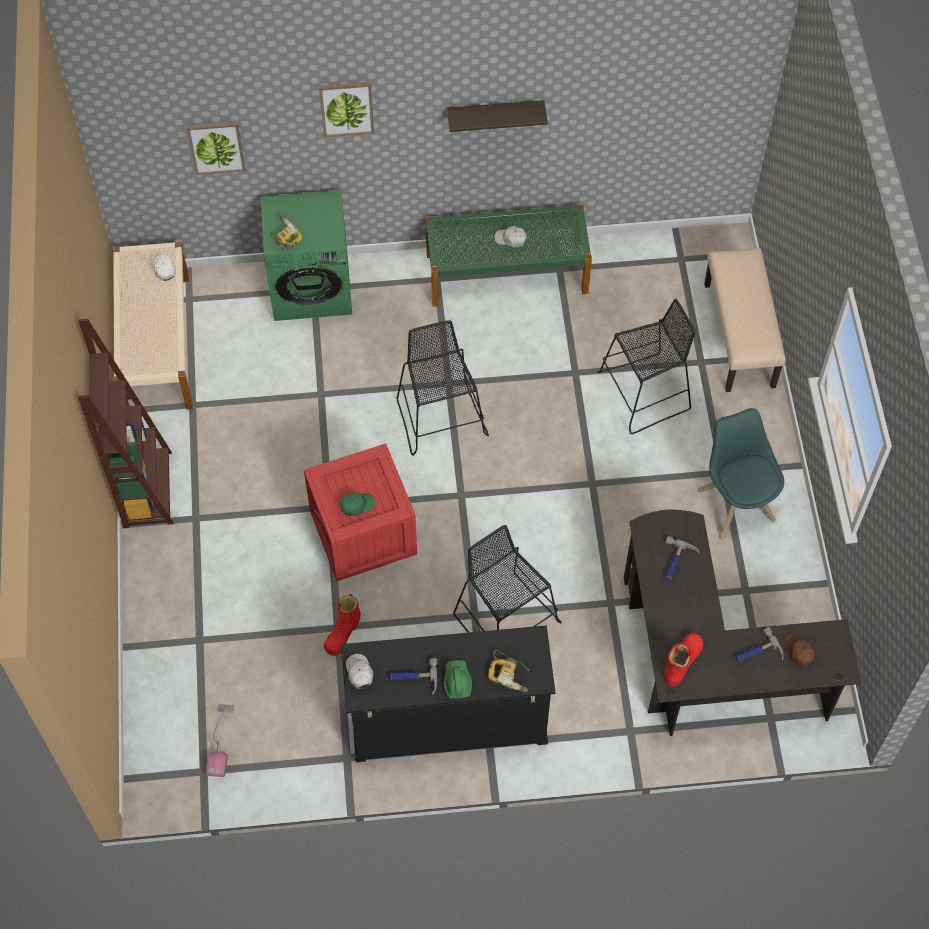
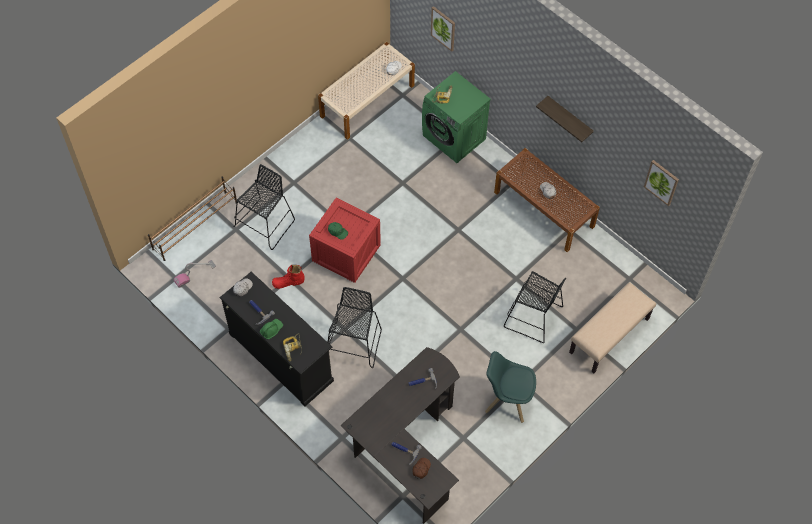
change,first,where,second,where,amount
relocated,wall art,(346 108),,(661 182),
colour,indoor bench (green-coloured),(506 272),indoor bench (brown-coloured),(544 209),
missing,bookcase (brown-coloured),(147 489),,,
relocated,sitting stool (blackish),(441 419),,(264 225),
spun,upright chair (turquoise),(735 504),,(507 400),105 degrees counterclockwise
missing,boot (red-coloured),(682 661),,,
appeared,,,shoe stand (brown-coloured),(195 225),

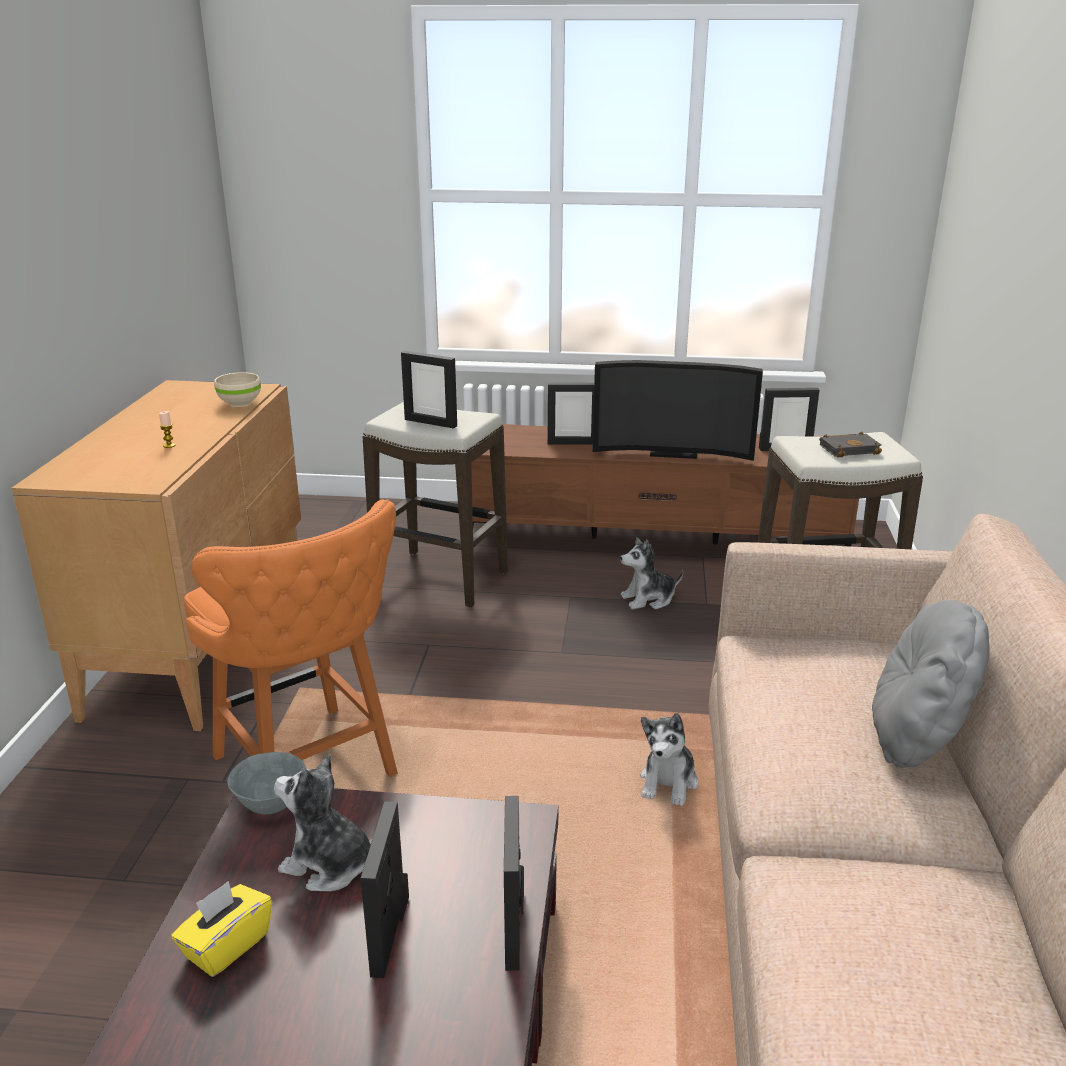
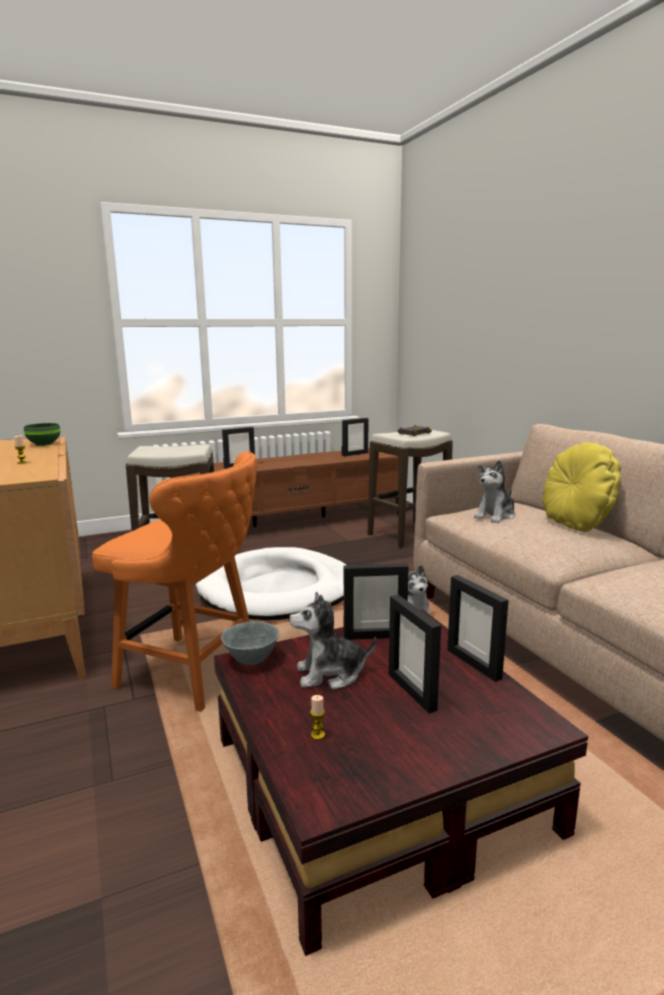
change,first,where,second,where,amount
relocated,picture frame,(431 422),,(374 635),
missing,TV set,(672 452),,,
colour,bowl (sand-coloured),(240 403),bowl (green-coloured),(44 444),
relocated,plush toy,(648 599),,(495 516),
colour,cushion (greyish),(915 744),cushion (yellowish),(576 525),
exchanged,tissue holder (yellowish),(226 945),wax candle,(317 735),
appeared,,,dog bed (whitish),(278 590),

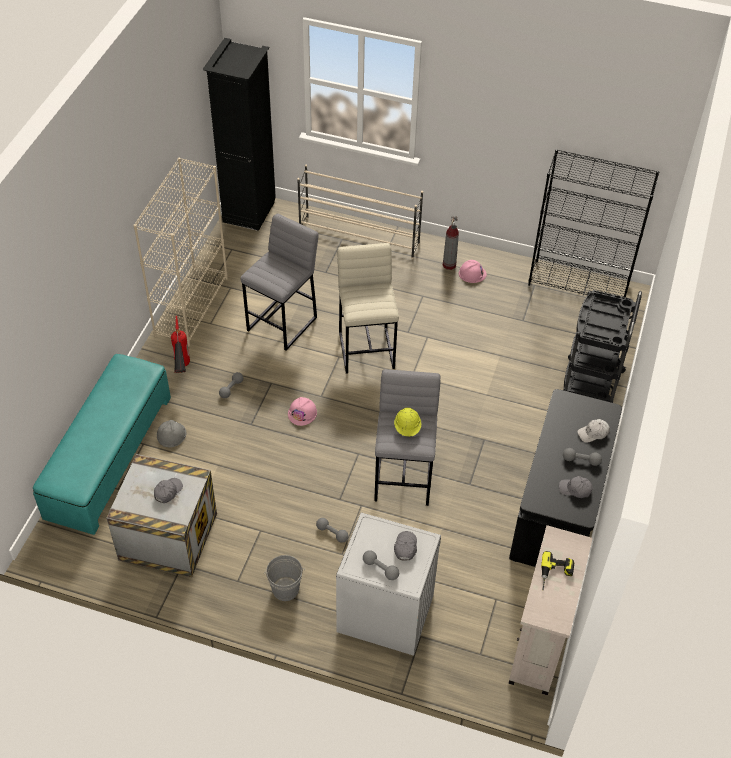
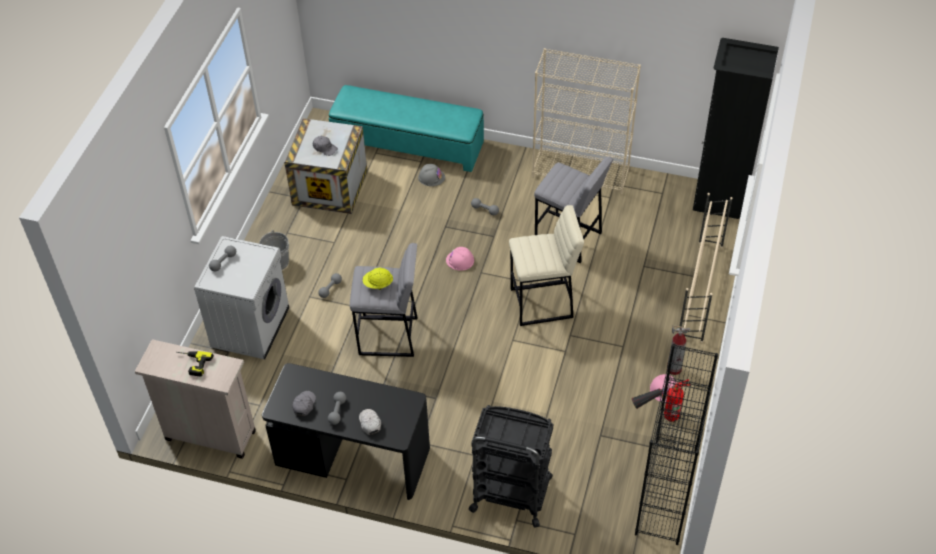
change,first,where,second,where,amount
relocated,fire extinguisher,(182 372),,(657 417),
missing,cap (greyish),(405 547),,,

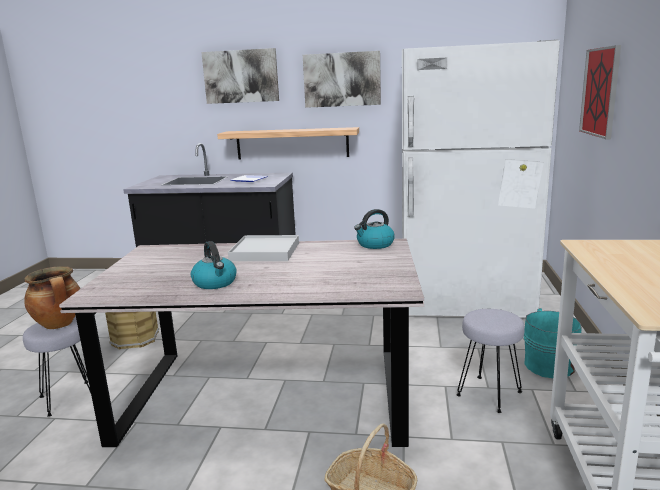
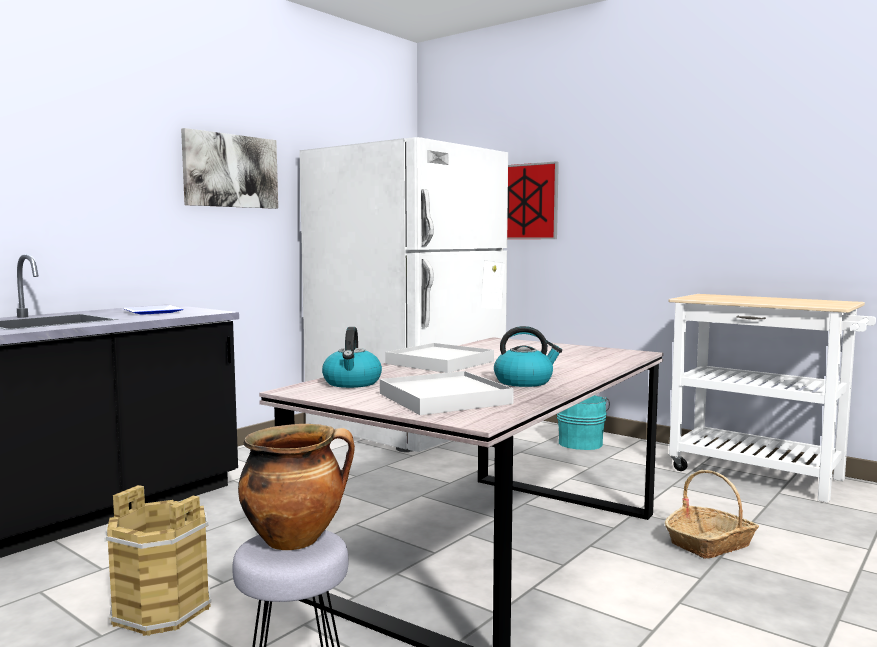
change,first,where,second,where,amount
missing,wall art,(241 76),,,
missing,bracket shelf,(292 143),,,
relocated,kettle,(375 244),,(352 383),
missing,sitting stool (greyish),(489 394),,,
appeared,,,carrying tray (whitish),(444 399),

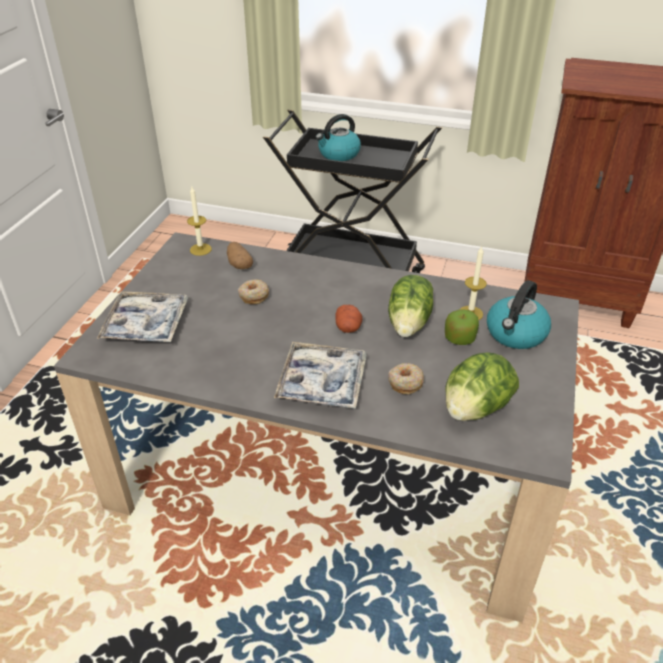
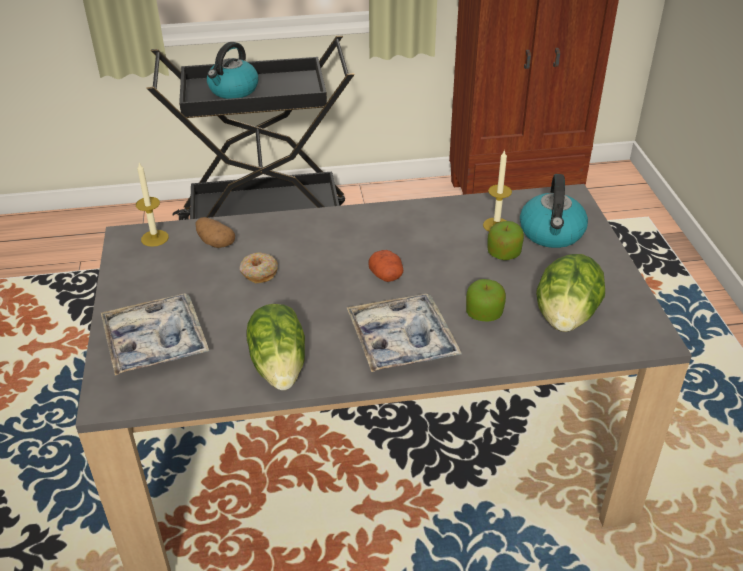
change,first,where,second,where,amount
relocated,lettuce,(410 323),,(280 365),
exchanged,doughnut,(405 383),apple fruit,(484 314),

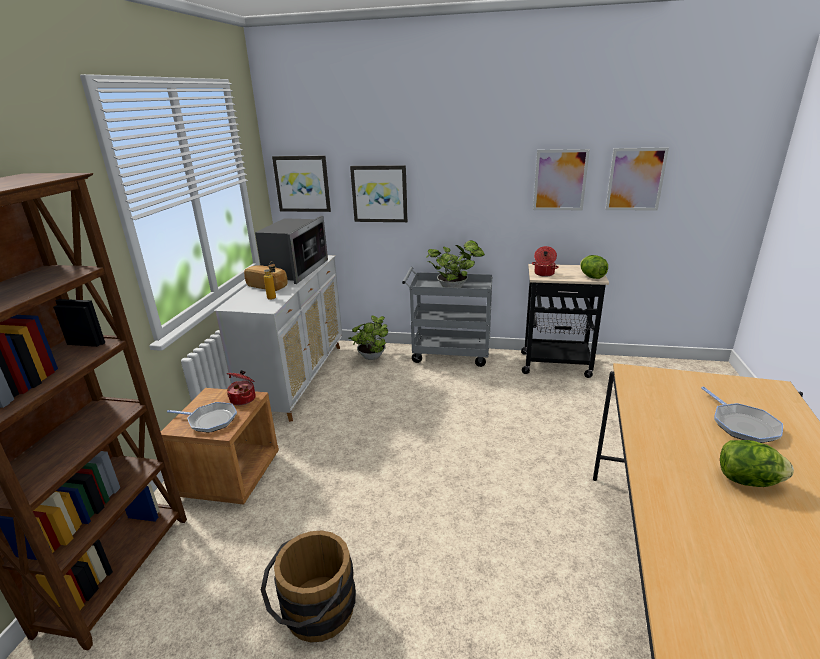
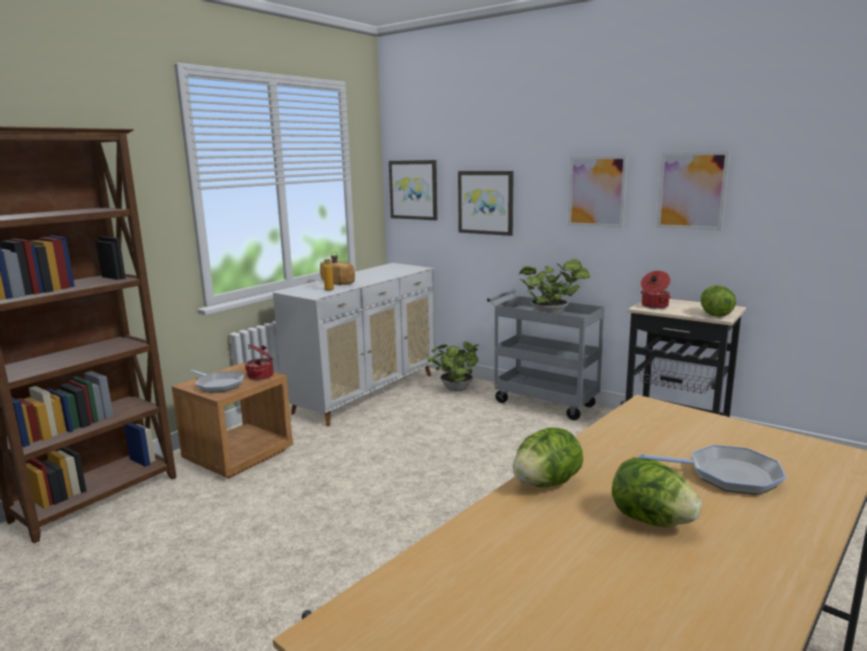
change,first,where,second,where,amount
relocated,wall art,(635 179),,(596 191),
missing,microwave oven,(295 270),,,
spun,pan,(742 425),,(728 475),90 degrees counterclockwise
missing,water bucket (brown-coloured),(314 615),,,
appeared,,,lettuce,(546 483),

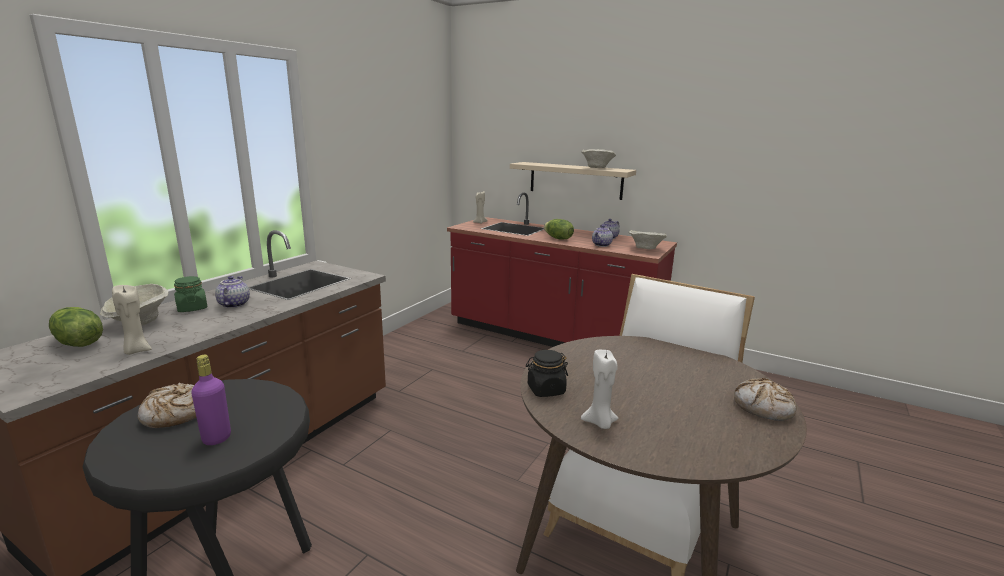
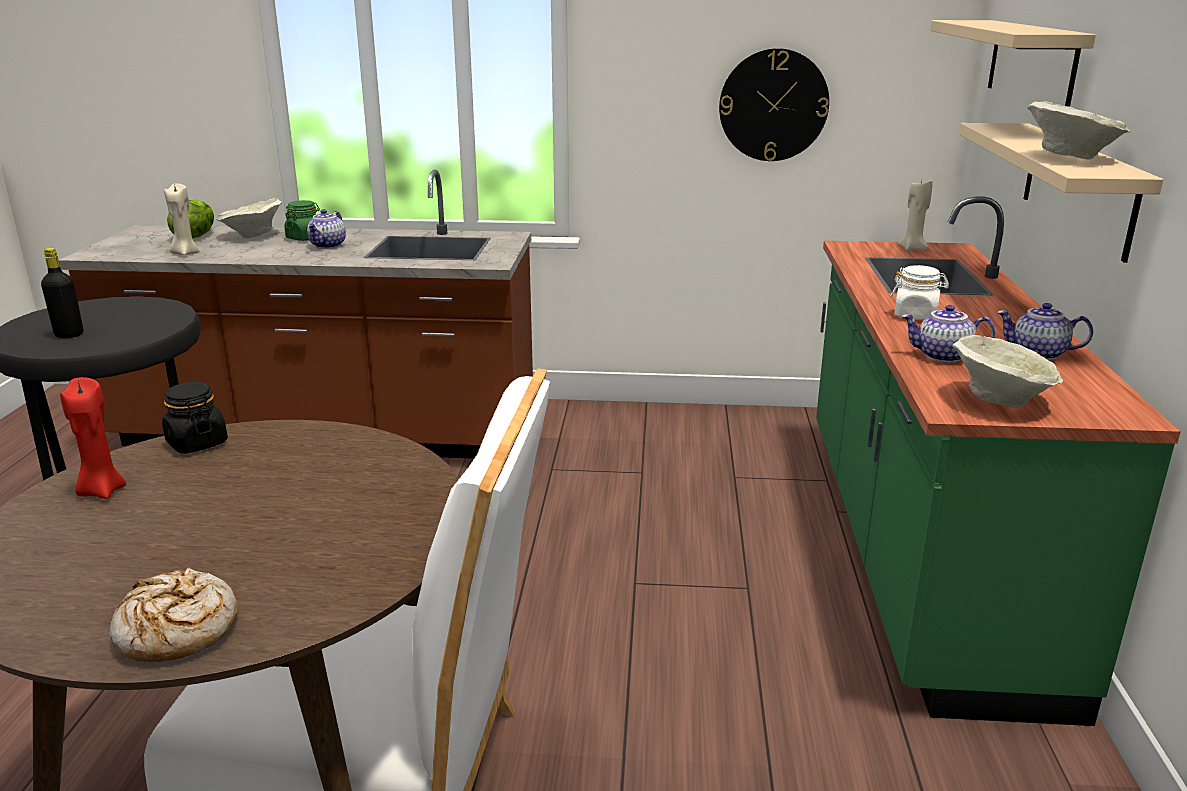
change,first,where,second,where,amount
colour,counter (red-coloured),(551 337),counter (green-coloured),(917 549),
exchanged,lettuce,(558 238),storage jar (whitish),(915 315),
spun,teapot,(233 304),,(328 246),135 degrees clockwise
colour,wax candle (whitish),(600 423),wax candle (red-coloured),(101 491),
colour,drink bottle (purple-coloured),(216 438),drink bottle (blackish),(69 335),
missing,baked bread,(175 414),,,
appeared,,,bracket shelf (sand-coloured),(1031 63),
appeared,,,clock on the wall,(773 105),

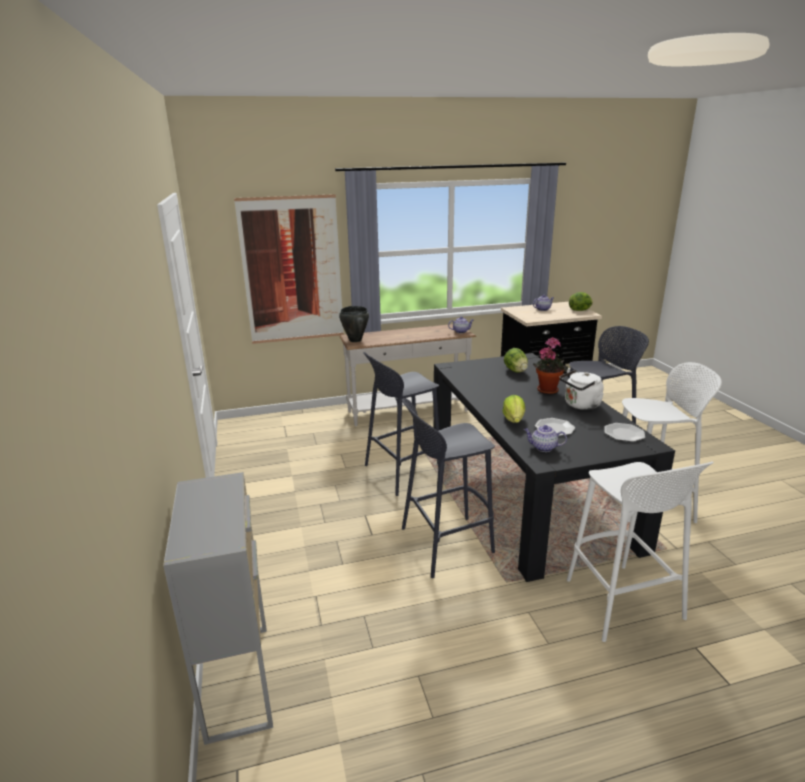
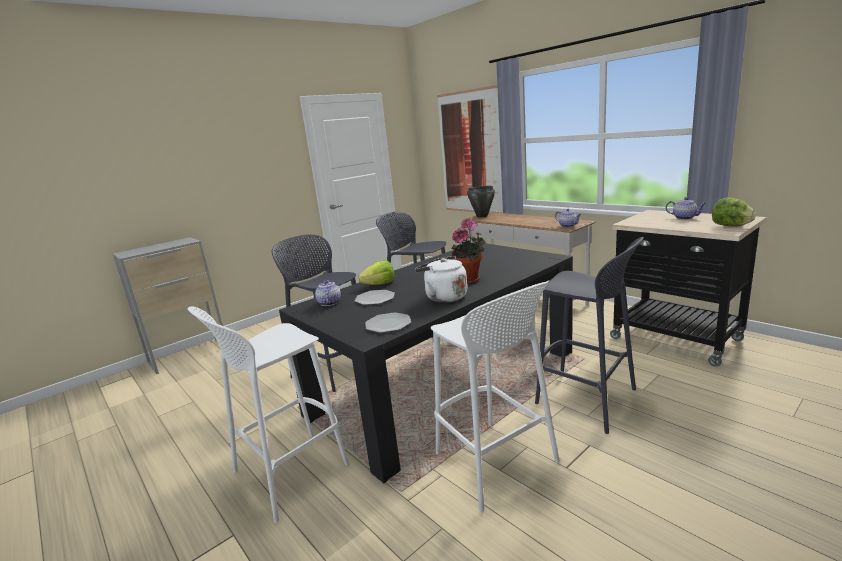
change,first,where,second,where,amount
missing,lettuce,(515 371),,,

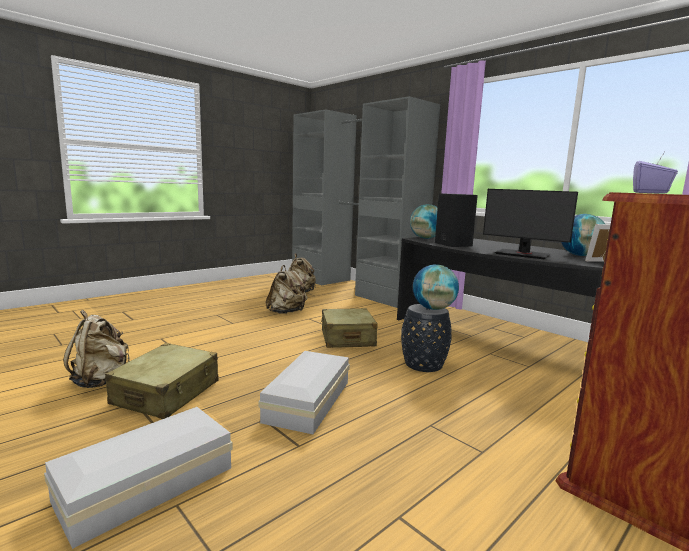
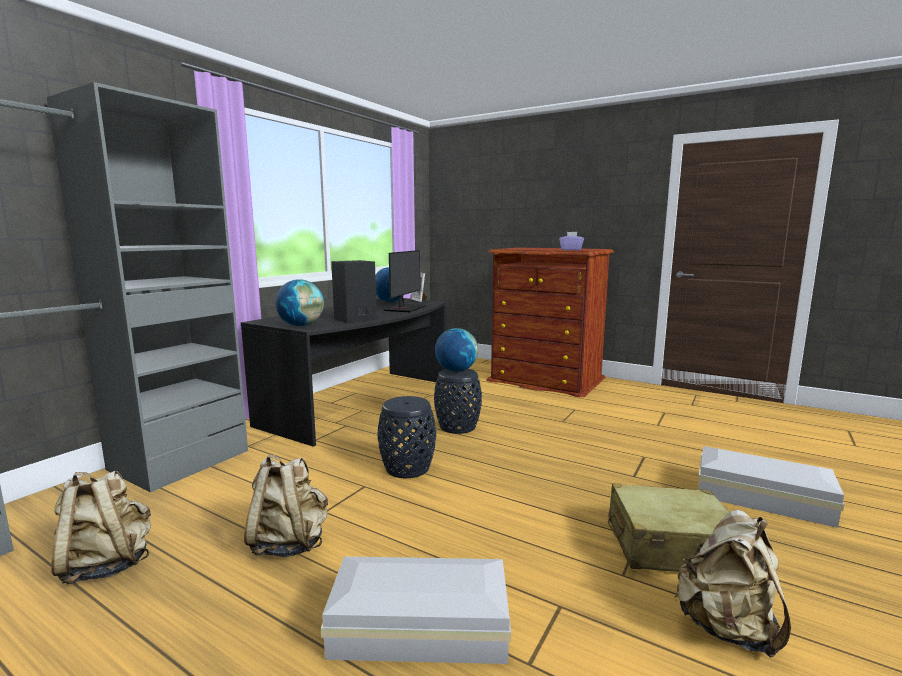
change,first,where,second,where,amount
exchanged,travel case (sand-coloured),(347 338),sitting stool (blackish),(407 468),
relocated,storage box (whitish),(306 401),,(422 628),

